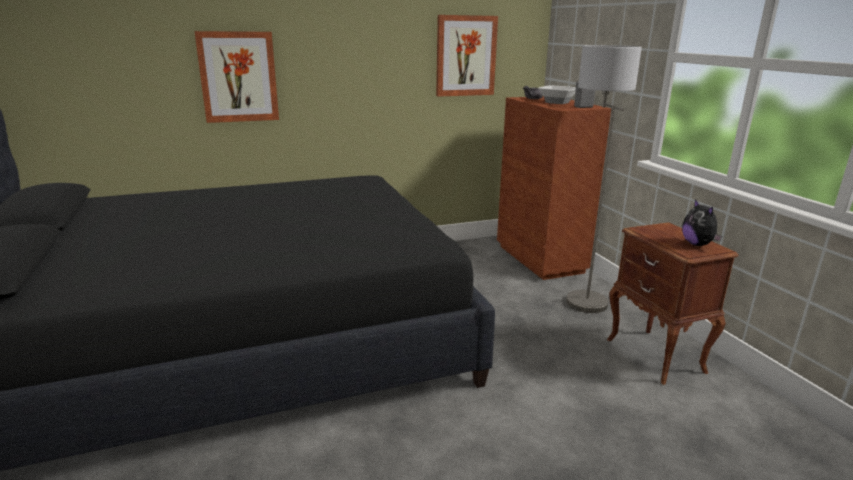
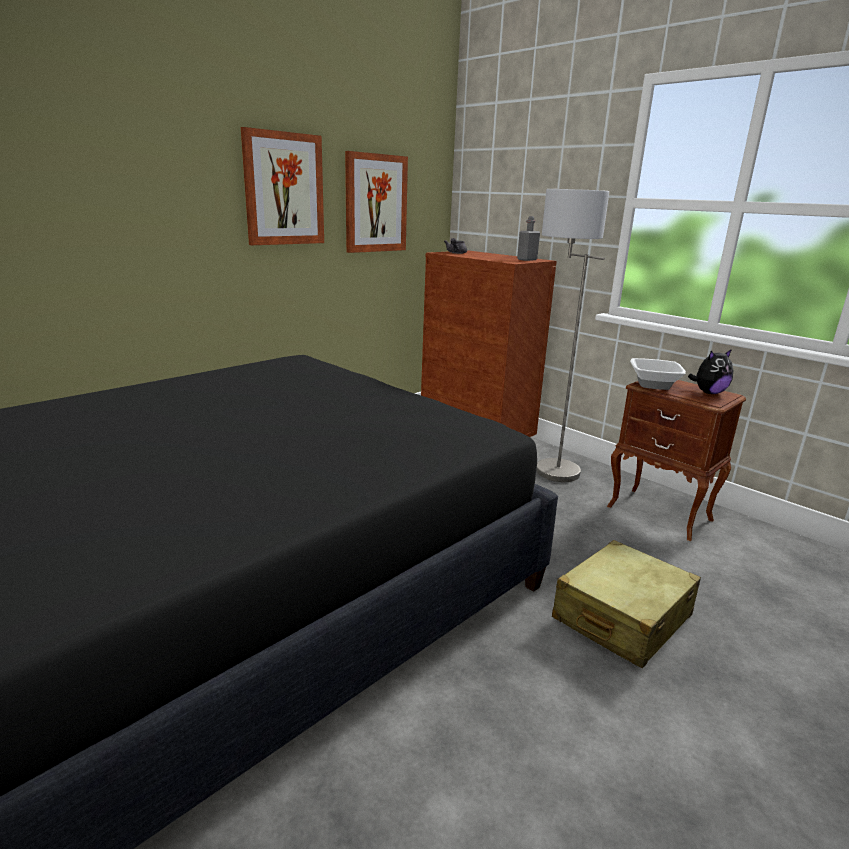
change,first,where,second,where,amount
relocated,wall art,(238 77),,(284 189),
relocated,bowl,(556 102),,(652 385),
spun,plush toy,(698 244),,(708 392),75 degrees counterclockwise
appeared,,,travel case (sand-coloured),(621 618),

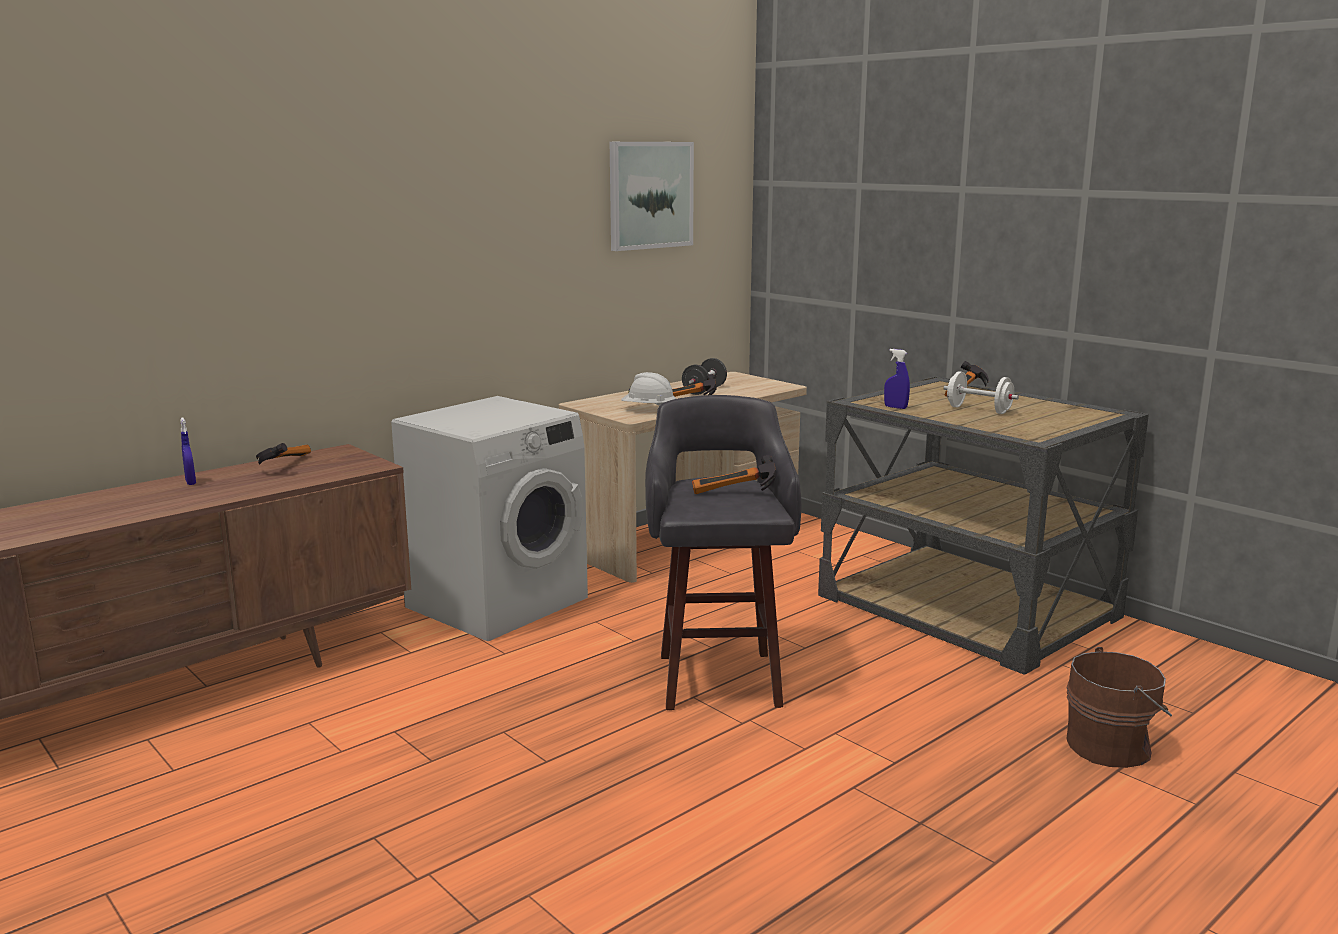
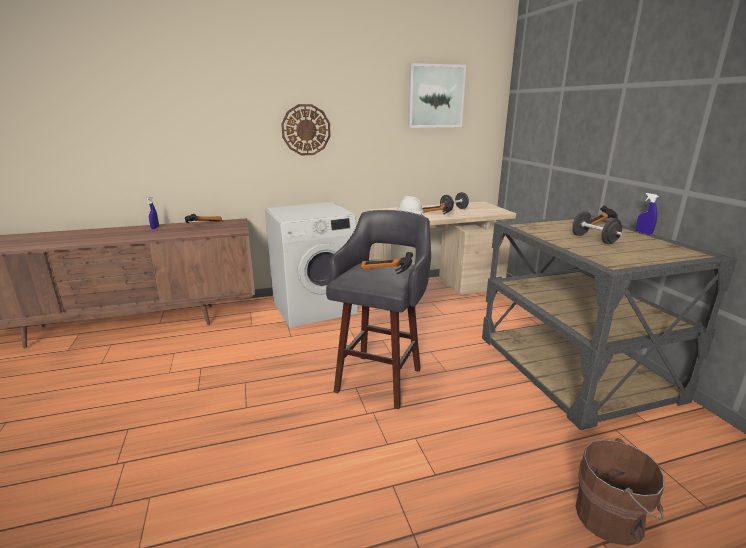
change,first,where,second,where,amount
relocated,spray bottle (bluish),(895 407),,(643 233),
colour,hand weight (whitish),(978 410),hand weight (blackish),(593 239),
appeared,,,clock on the wall,(306 130),

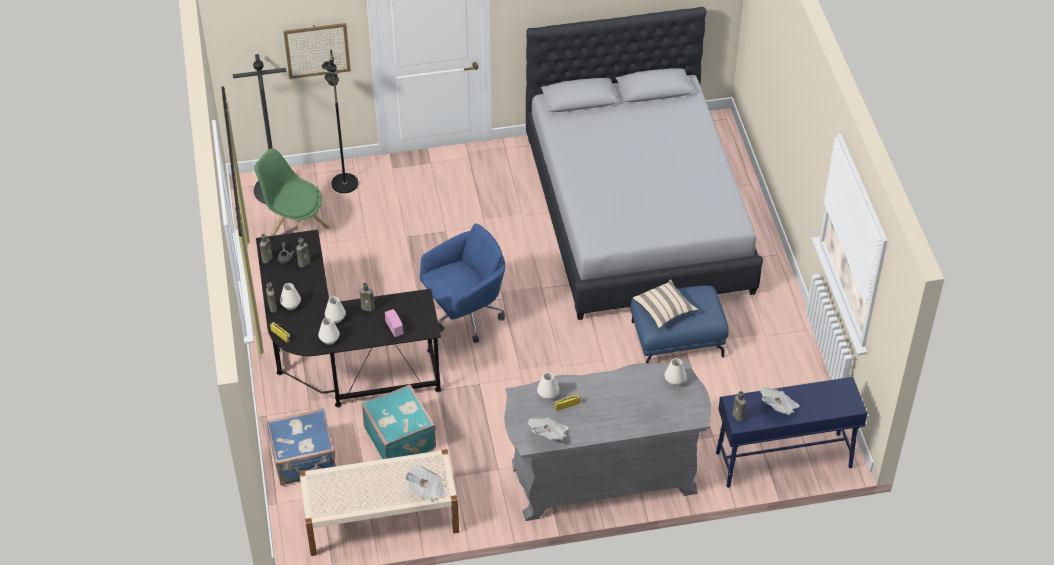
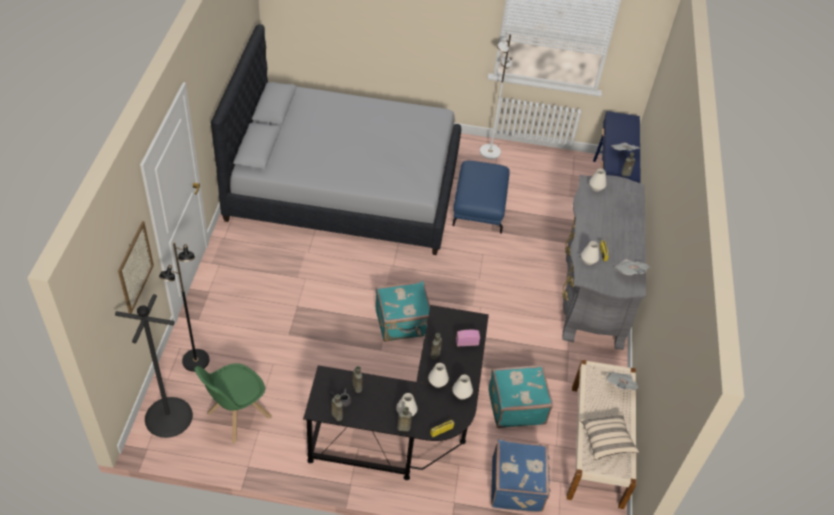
change,first,where,second,where,amount
exchanged,computer chair (bluish),(465 318),travel case (turquoise),(403 323),
relocated,cushion (sand-coloured),(664 310),,(606 440),
appeared,,,standing lamp (whitish),(489 152),

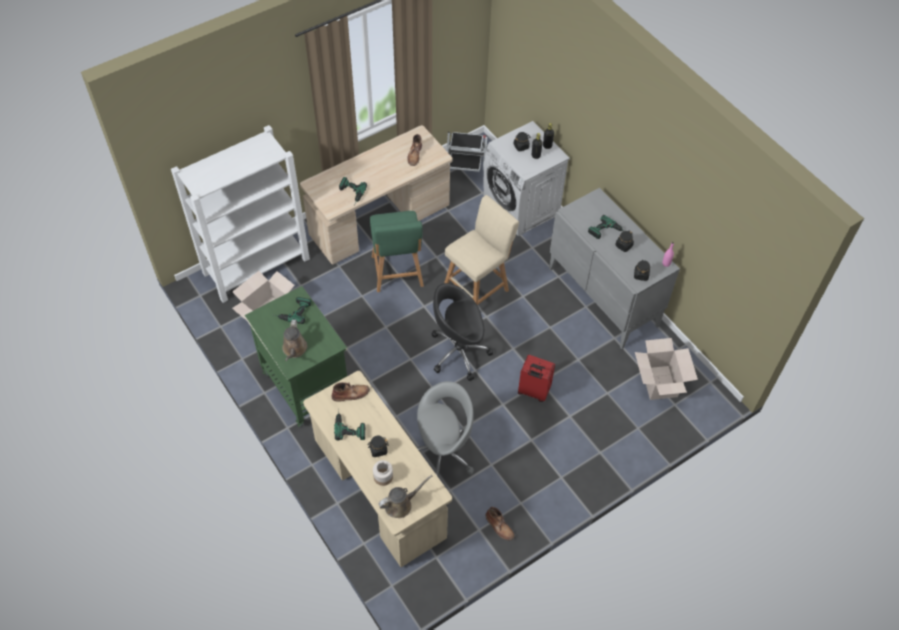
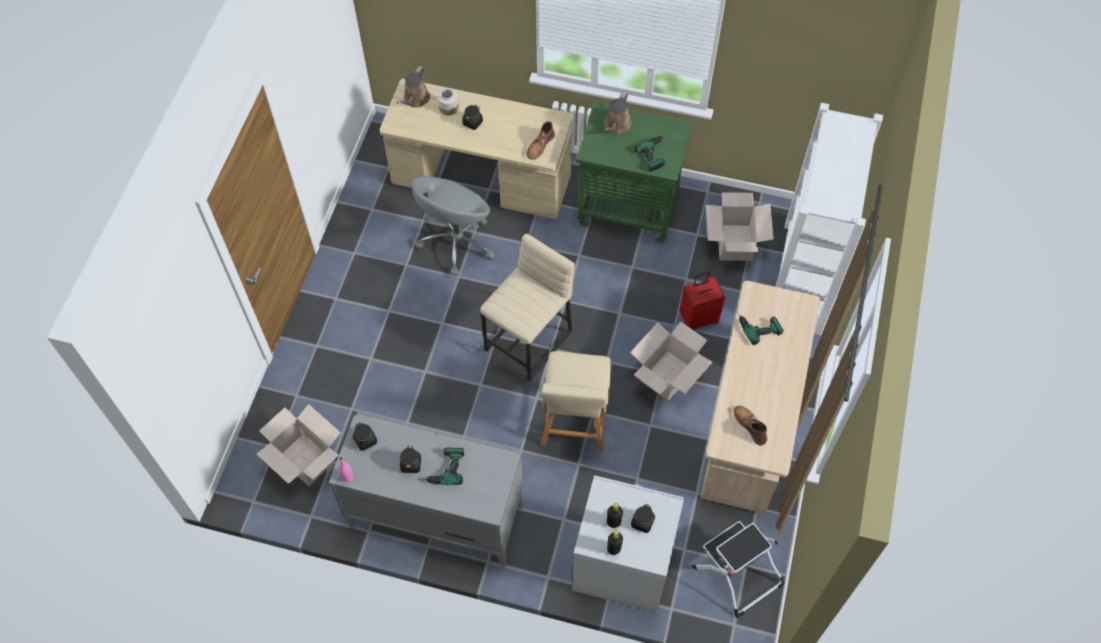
change,first,where,second,where,amount
exchanged,sitting stool (green-coloured),(397 273),carton,(667 375),
exchanged,computer chair (blackish),(458 352),sitting stool (sand-coloured),(528 340),
spun,watering can (brown-coloured),(294 350),,(616 126),120 degrees counterclockwise
relocated,travel case (red-coloured),(533 392),,(698 318),
missing,power drill,(350 424),,,
missing,boot (brown-coloured),(499 526),,,

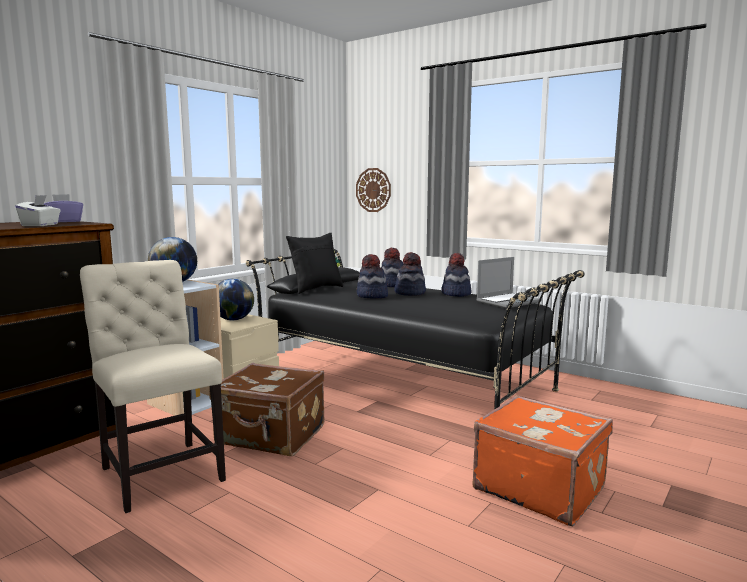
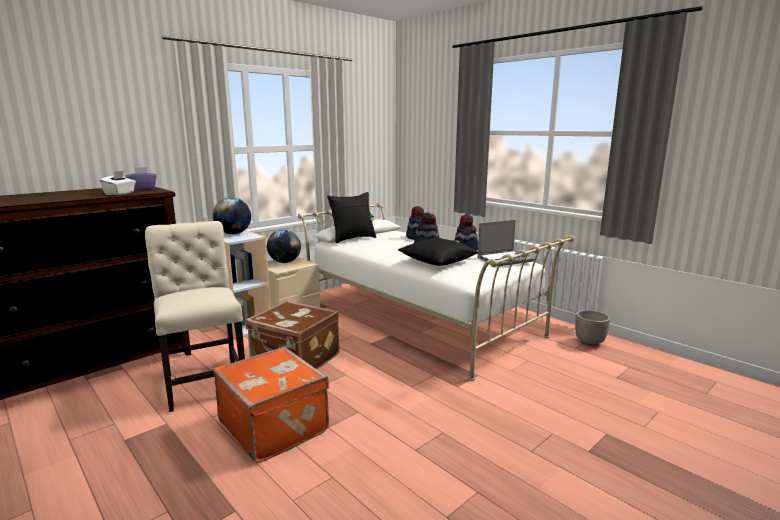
change,first,where,second,where,amount
missing,clock on the wall,(373 190),,,
colour,bed (blackish),(401 381),bed (whitish),(418 319),
missing,hat,(372 296),,,
relocated,travel case (orange-coloured),(539 487),,(275 426),
appeared,,,cushion (blackish),(437 262),
appeared,,,flower pot,(590 342),

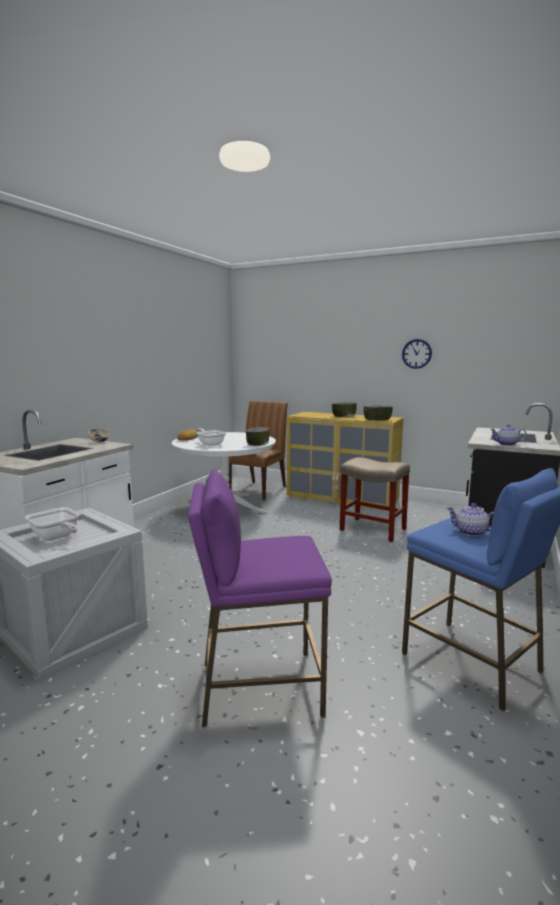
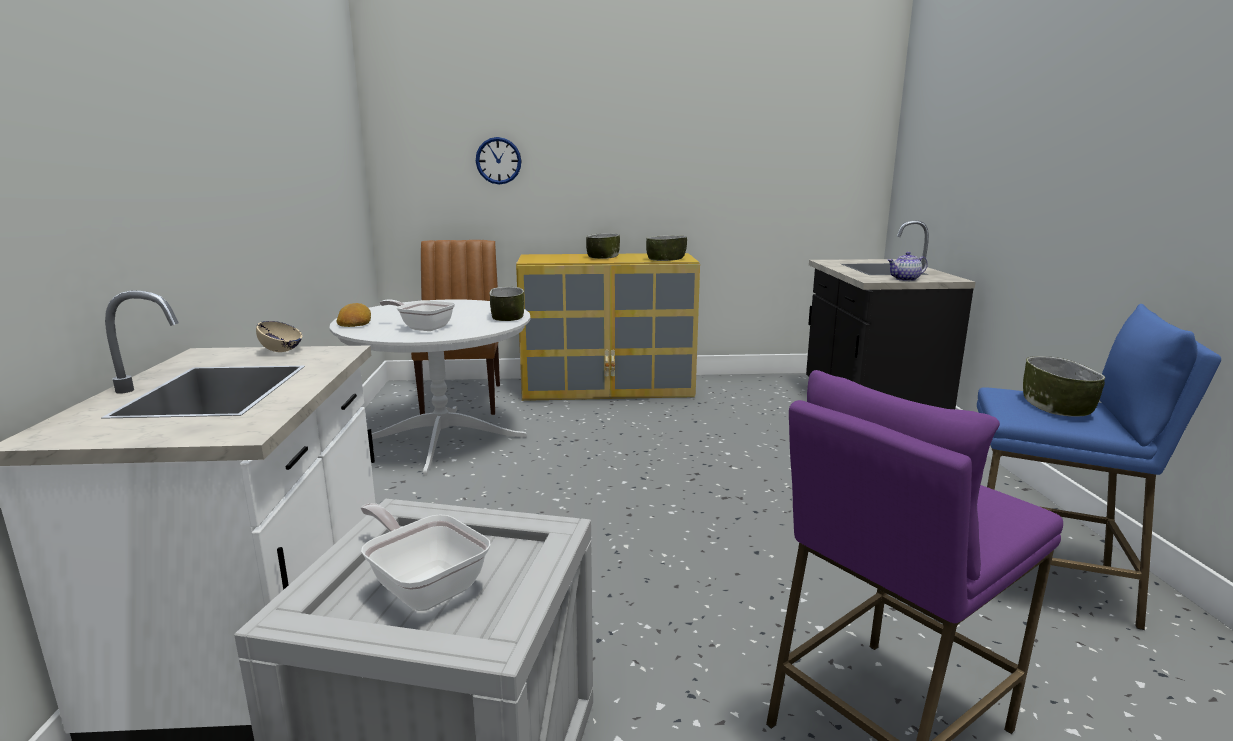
change,first,where,second,where,amount
relocated,clock on the wall,(416 353),,(498 160),
missing,sitting stool (sand-coloured),(372 529),,,
exchanged,teapot,(471 532),bowl,(1056 406),
spun,pan,(56 537),,(424 585),150 degrees counterclockwise

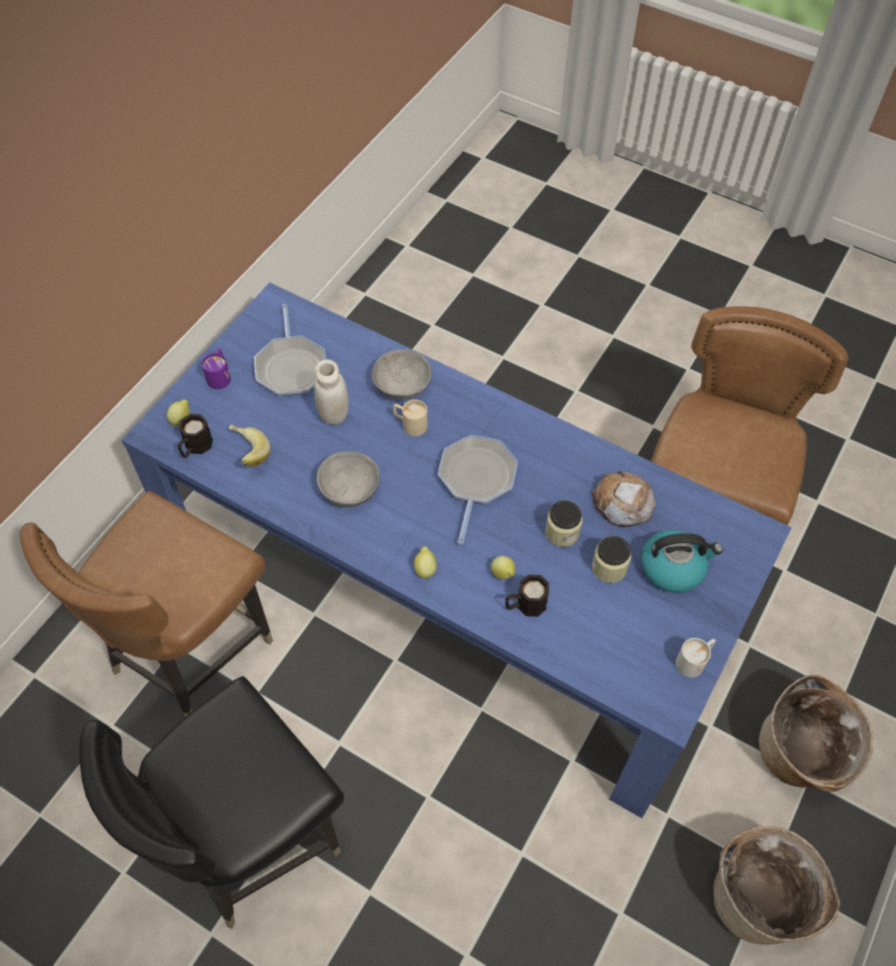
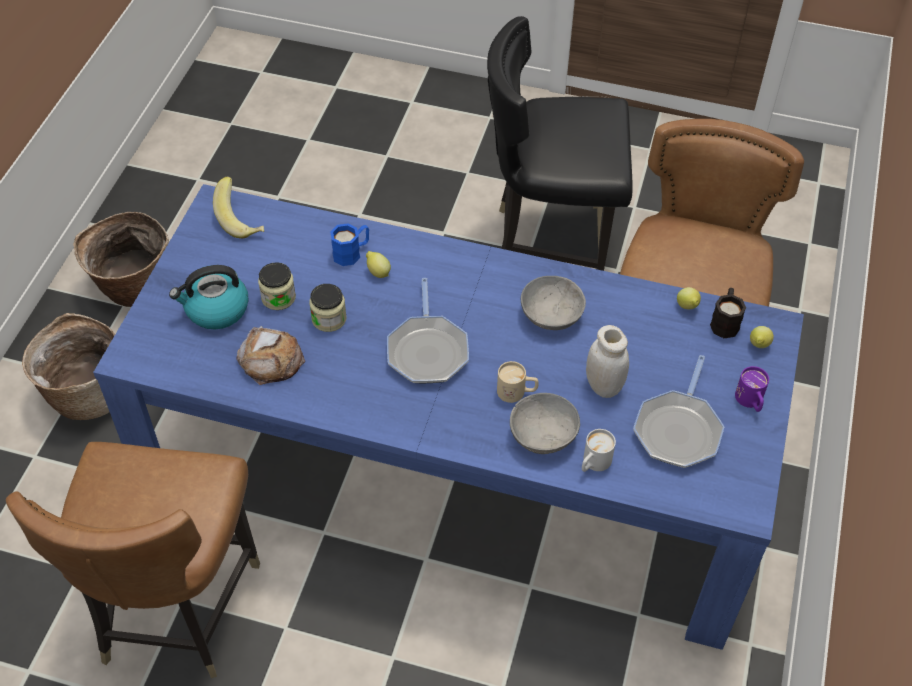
change,first,where,second,where,amount
spun,pan,(291 367),,(678 429),135 degrees counterclockwise
relocated,banana,(247 454),,(242 221),
relocated,citrus fruit,(425 568),,(687 307),
colour,mug (blackish),(525 605),mug (bluish),(352 252),
relocated,mug (whitish),(694 660),,(593 463),
spun,upright chair (blackish),(249 839),,(550 243),120 degrees counterclockwise

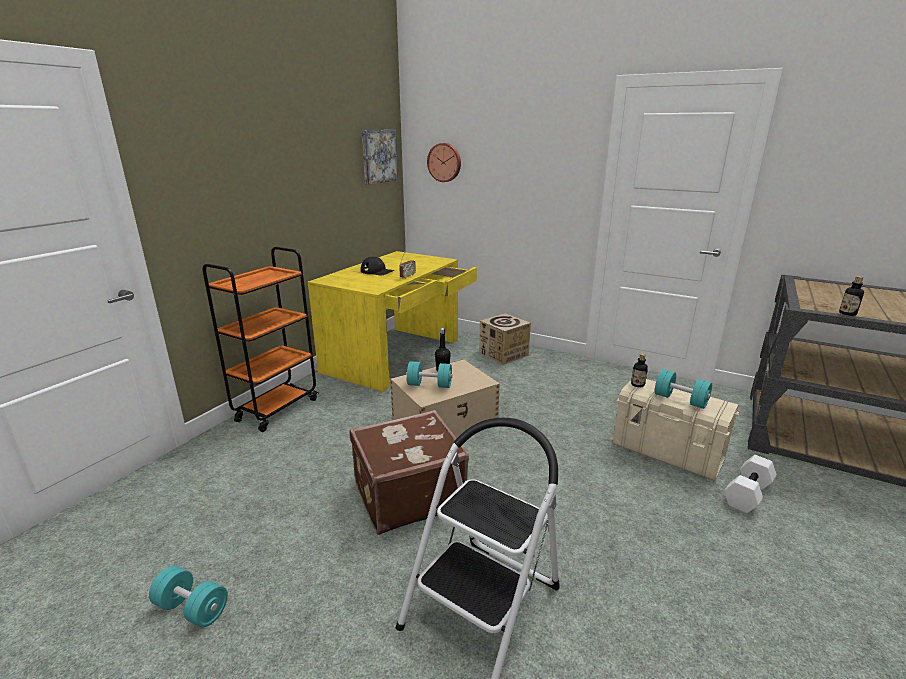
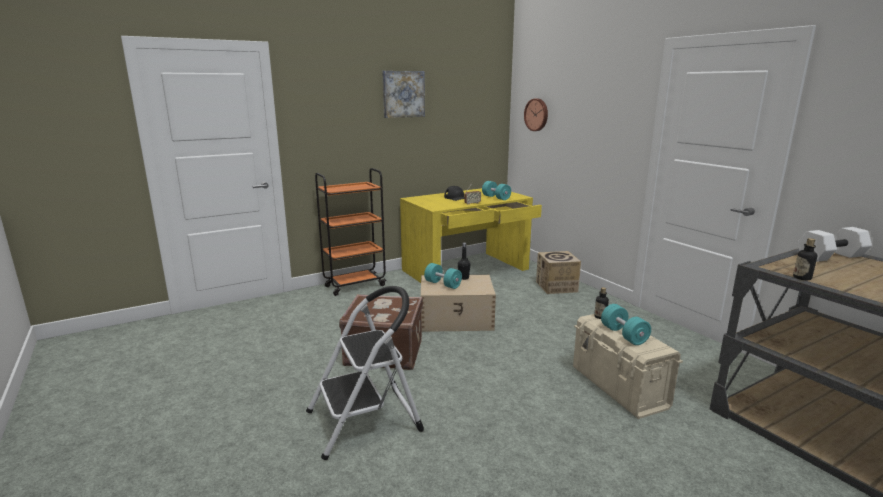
change,first,where,second,where,amount
relocated,wall art,(378 156),,(403 94),
relocated,hand weight (whitish),(748 495),,(831 257),
relocated,hand weight (turquoise),(192 608),,(496 197),

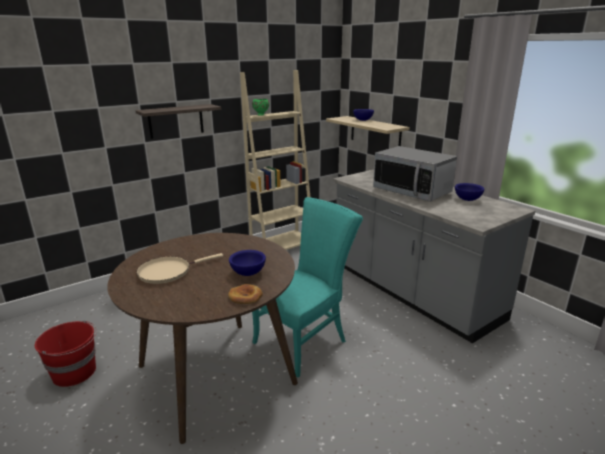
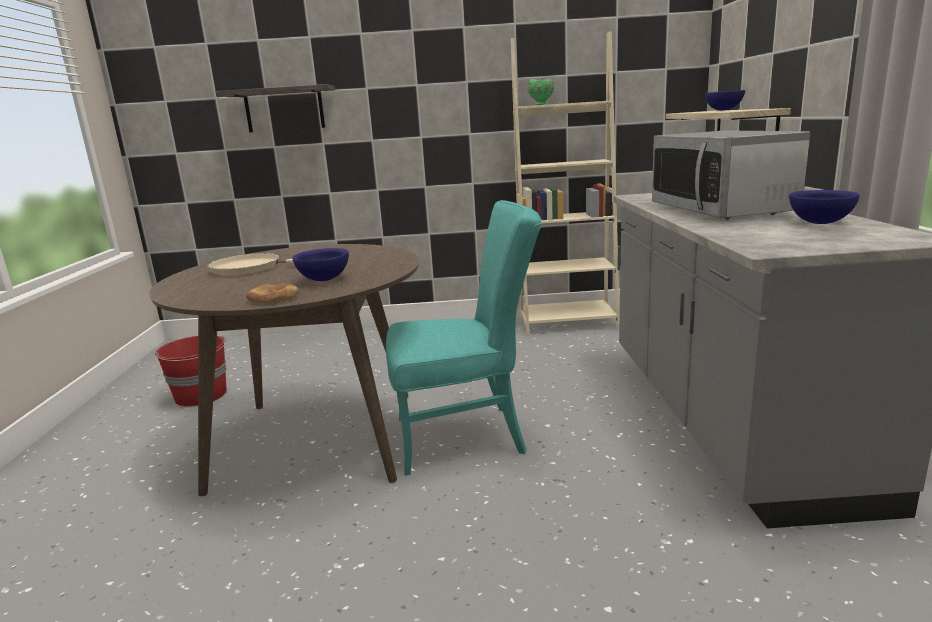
change,first,where,second,where,amount
relocated,bracket shelf,(176 121),,(284 109),

